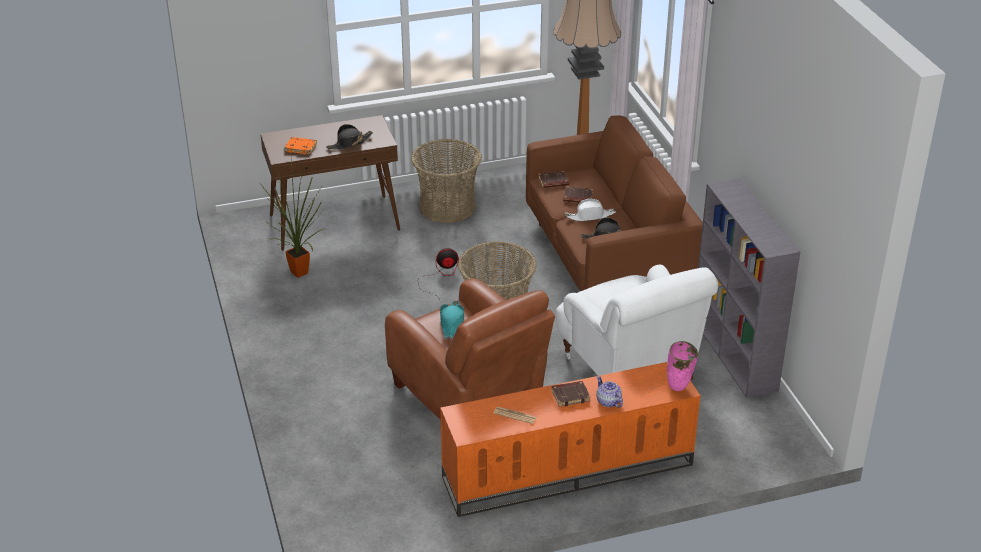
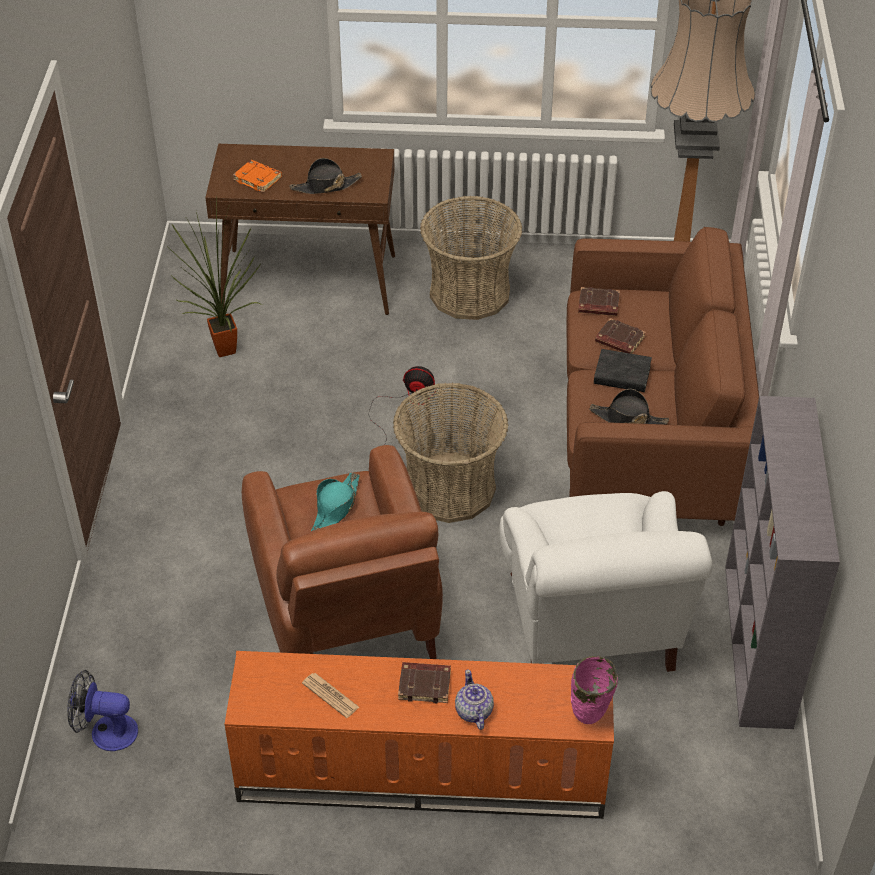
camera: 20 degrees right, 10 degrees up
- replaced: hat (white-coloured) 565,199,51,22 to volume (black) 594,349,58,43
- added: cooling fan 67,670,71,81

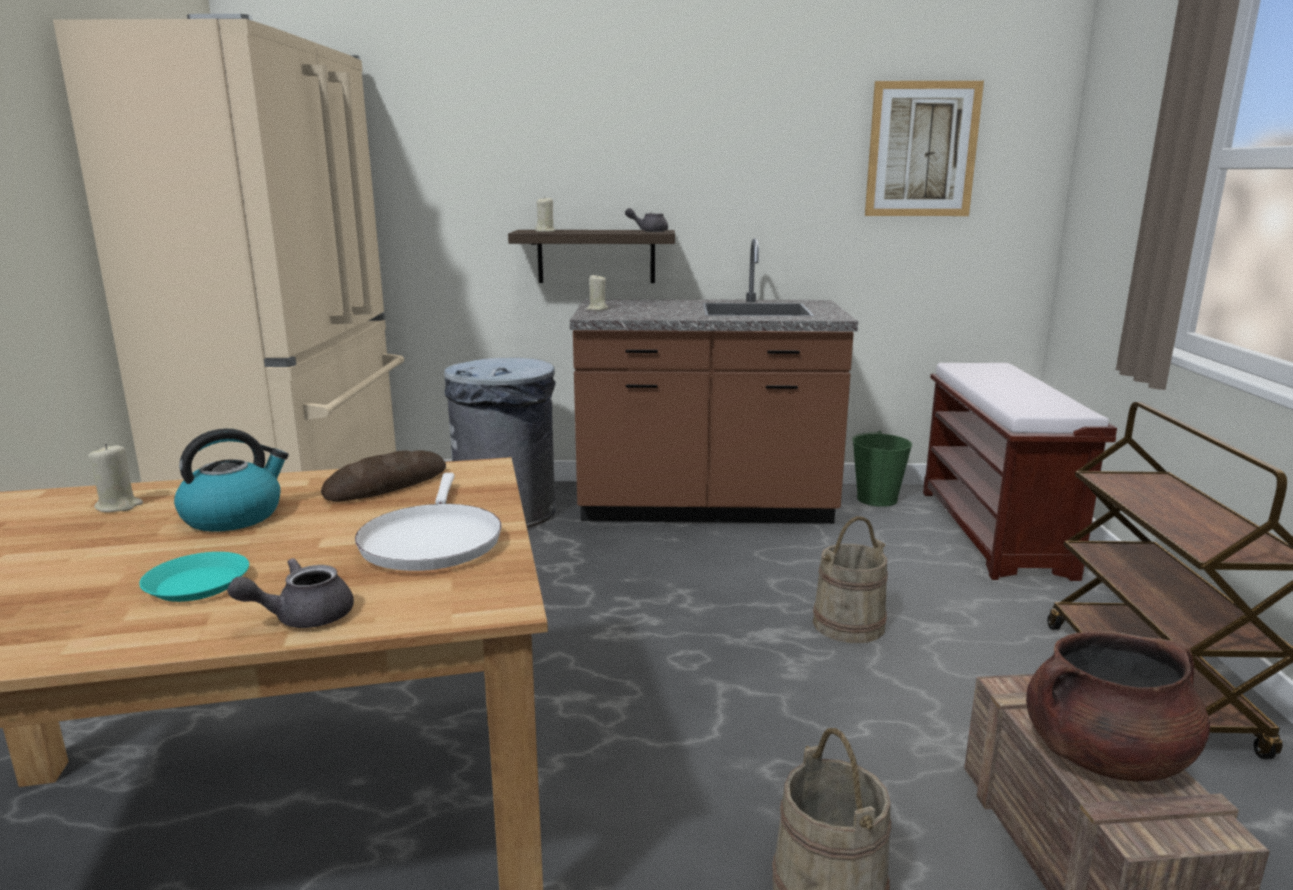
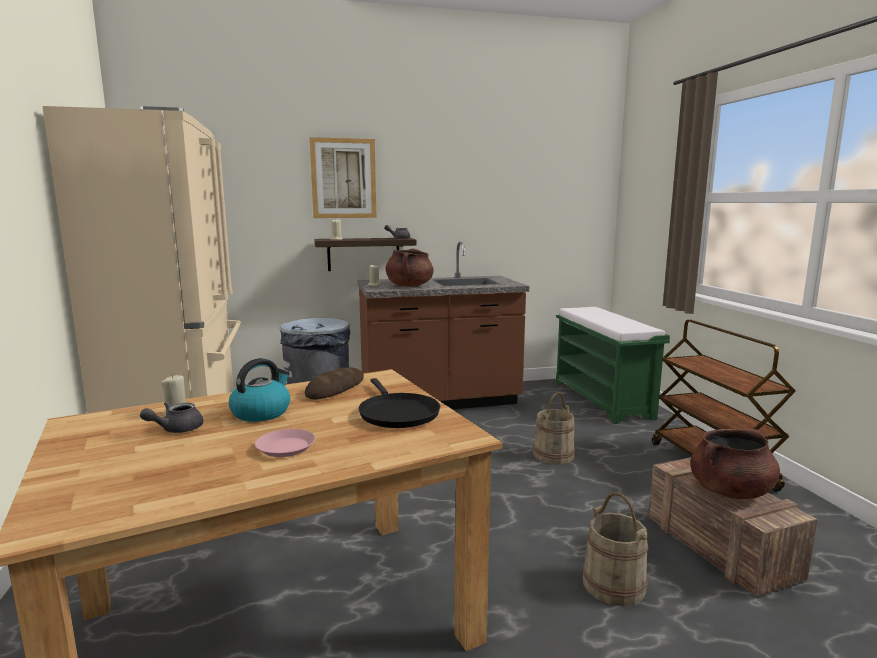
camera: 15 degrees left, 5 degrees down
- recoloured: flat dish (turquoise-coloured) 139,552,110,50 to flat dish (pinkish) 255,429,60,28
- moved: pot for tea (gray) 227,558,127,70 to 140,402,63,31
- recoloured: pan (white-coloured) 355,473,147,98 to pan (black) 358,378,82,50
- removed: bucket (green-coloured) 852,431,60,76
- moved: wall art 865,81,119,135 to 310,137,66,81
- recoloured: indoor bench (brown-coloured) 923,363,194,218 to indoor bench (green-coloured) 556,307,114,117
- added: cooking pot (brown-coloured) 386,249,47,38

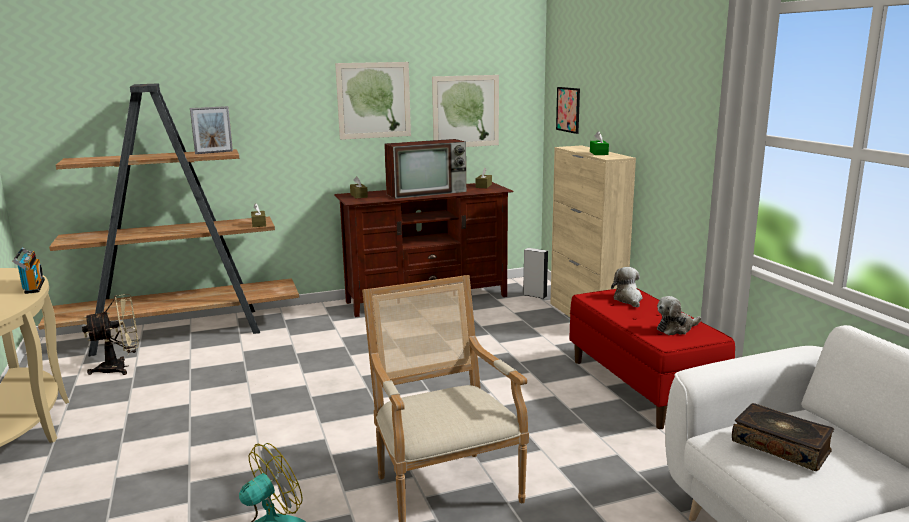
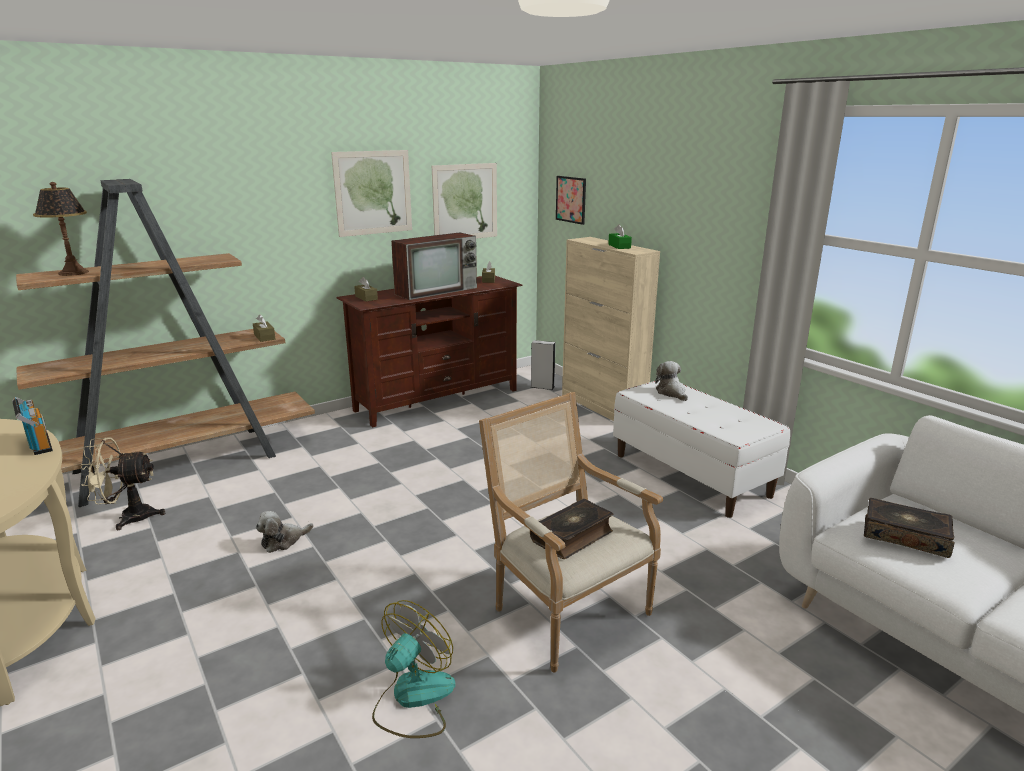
camera: 15 degrees left, 5 degrees up
- turned: cooling fan (sand-coloured) 82,294,57,81 = 80,438,85,92 150 degrees counterclockwise
- removed: standing frame 190,106,43,48
- recoloured: indoor bench (red) 569,289,166,140 to indoor bench (white-coloured) 613,380,177,138
- moved: cuddly toy 657,296,44,39 to 256,511,58,42
- added: table lamp 33,182,56,94
- added: volume 530,499,83,60

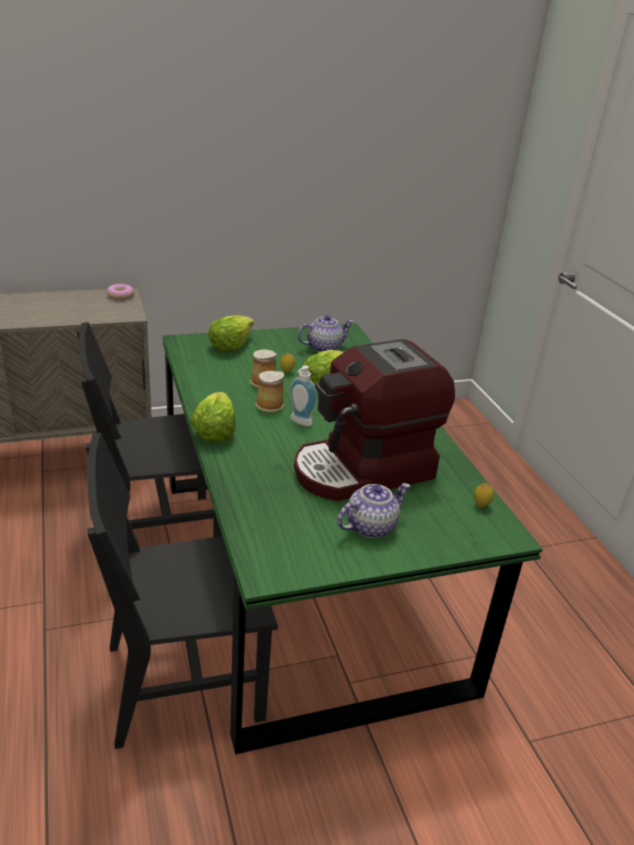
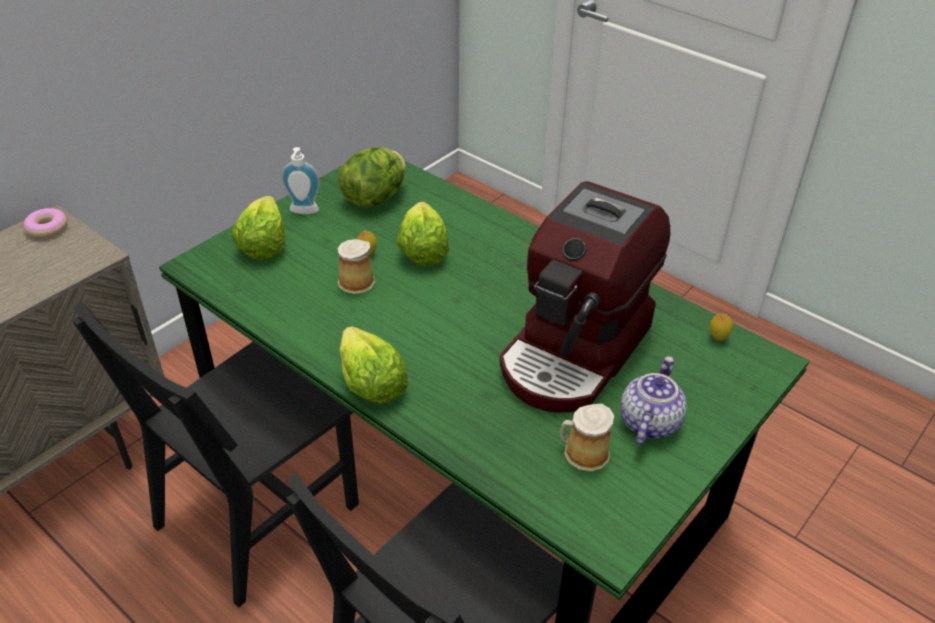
camera: 30 degrees left, 10 degrees up
- moved: coffee mug 255,371,29,42 to 560,403,54,68
- moved: soap bottle 290,365,27,61 to 281,147,39,67
- replaced: pot for tea 297,315,57,37 to lettuce 338,147,68,61

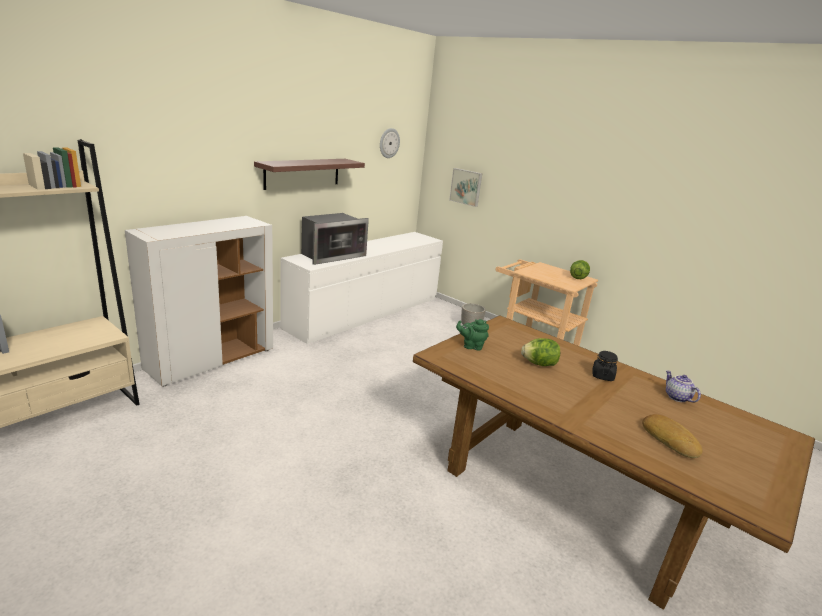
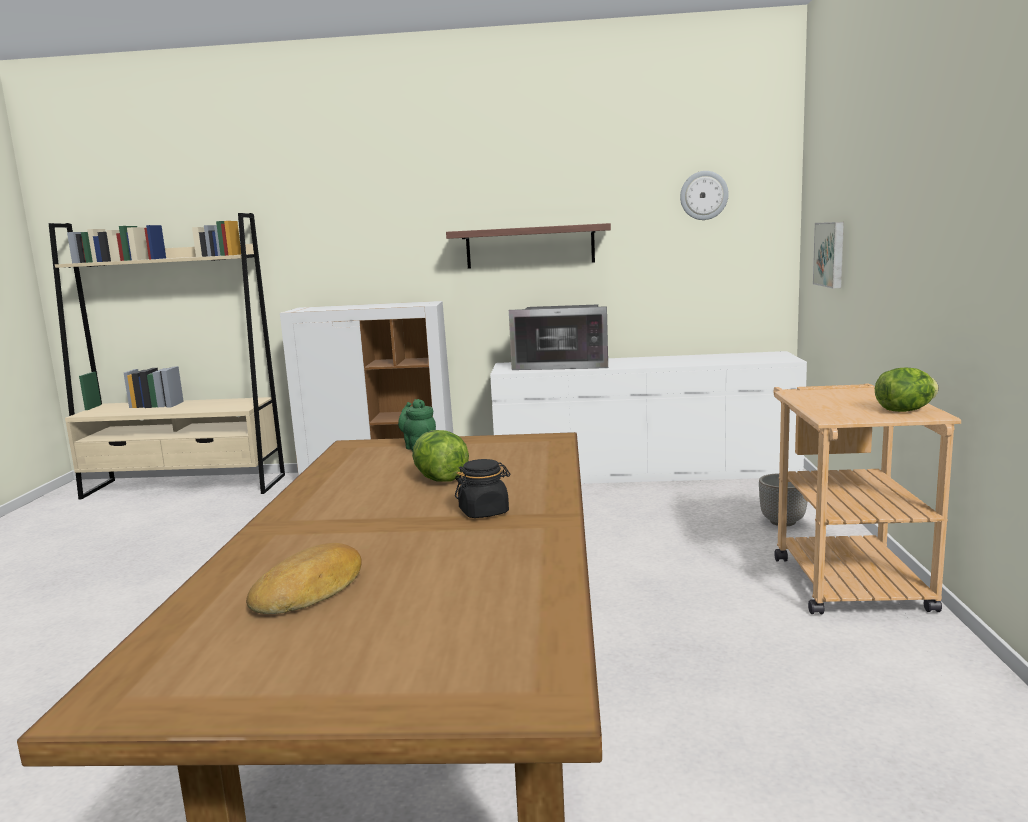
camera: 55 degrees right, 10 degrees down
- removed: pot for tea 666,370,35,33

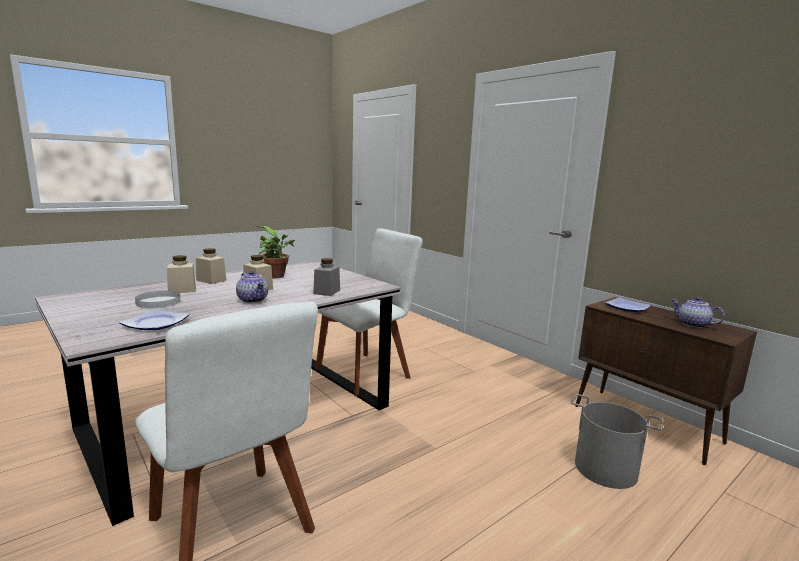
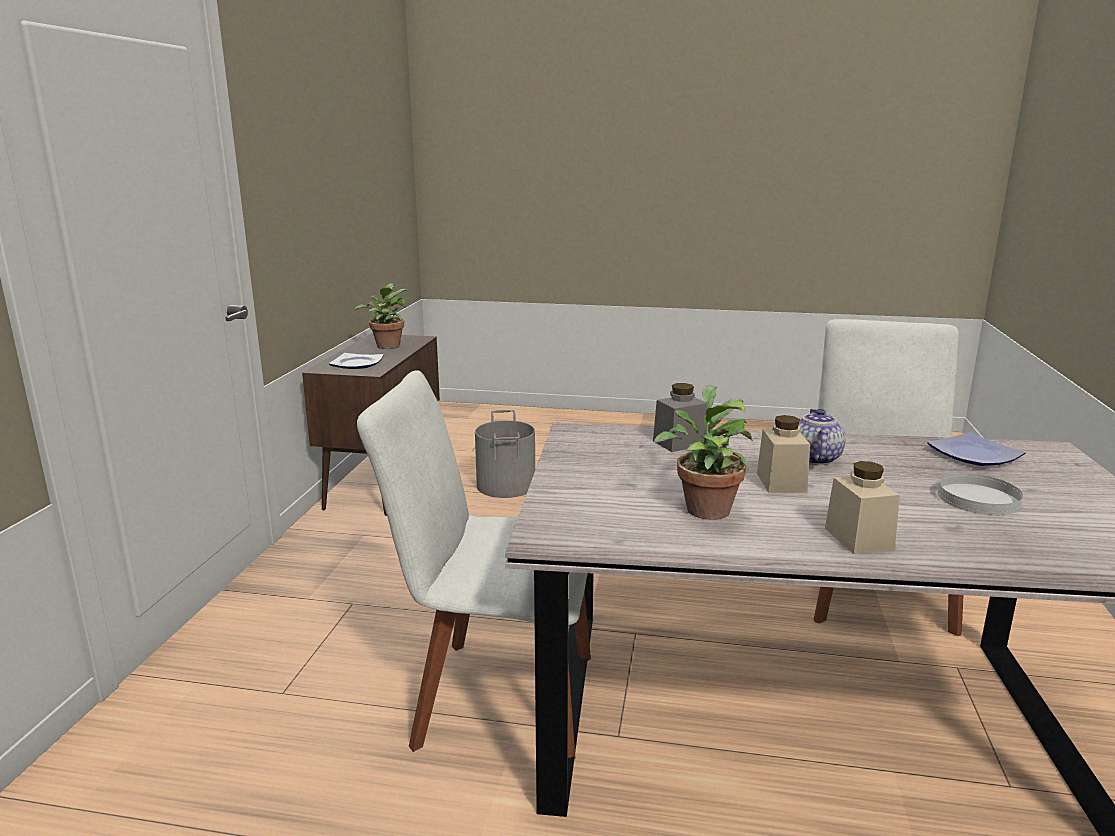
camera: 130 degrees left, 5 degrees up
- removed: preserve jar (sand-coloured) 167,255,29,38
- replaced: pot for tea 671,297,54,31 to potted plant 355,283,52,66

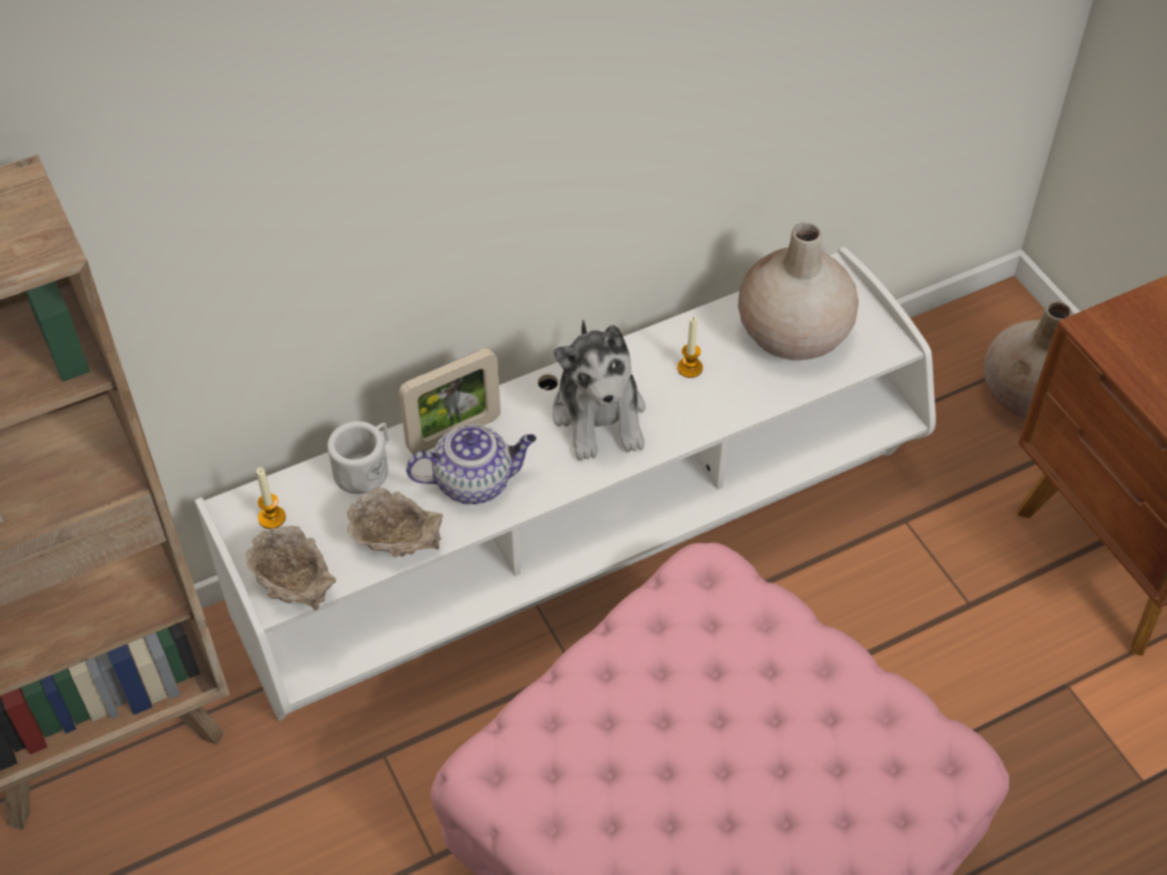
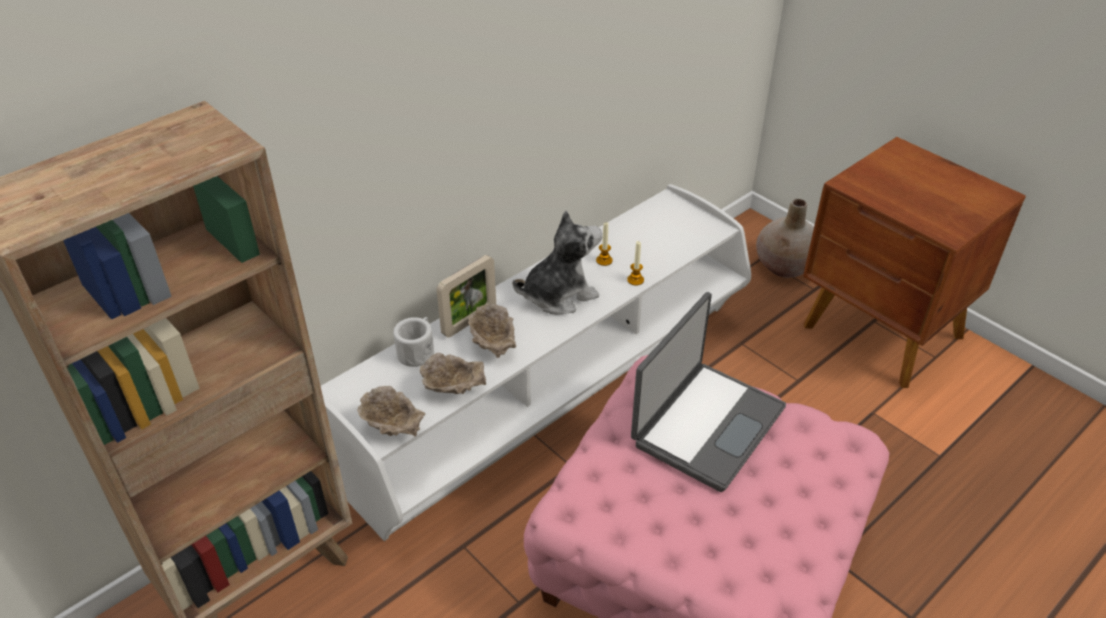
camera: 15 degrees left, 10 degrees down
- moved: wax candle 256,468,30,61 to 627,241,17,45
- replaced: pot for tea 406,424,130,80 to serving bowl (sand-coloured) 468,304,48,54
- turned: cuddly toy 552,319,94,142 = 513,211,89,104 90 degrees counterclockwise
- removed: vase (sand-coloured) 738,223,121,137
- added: portable computer 631,292,155,200

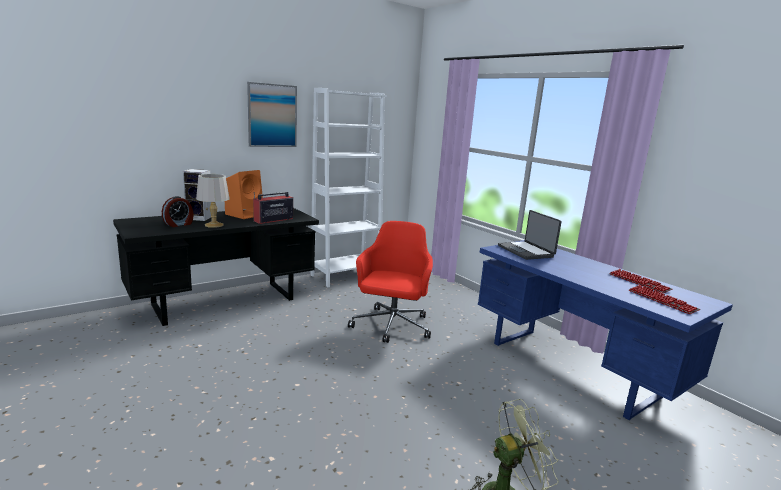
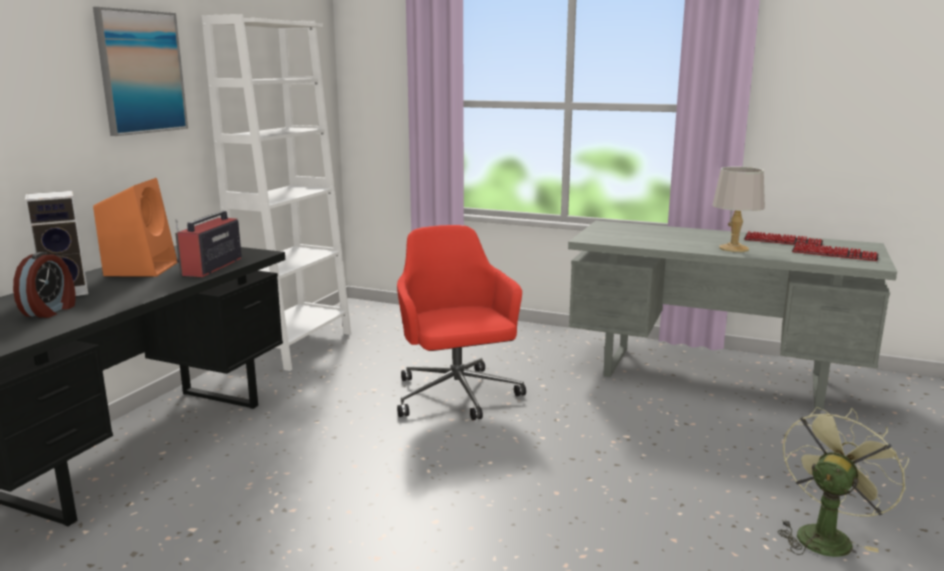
camera: 30 degrees left, 0 degrees up
- moved: table lamp (gray) 196,174,34,54 to 712,167,53,85
- recoloured: desk (blue-coloured) 478,240,255,180 to desk (gray) 568,221,329,190
- removed: portable computer 498,210,64,50

